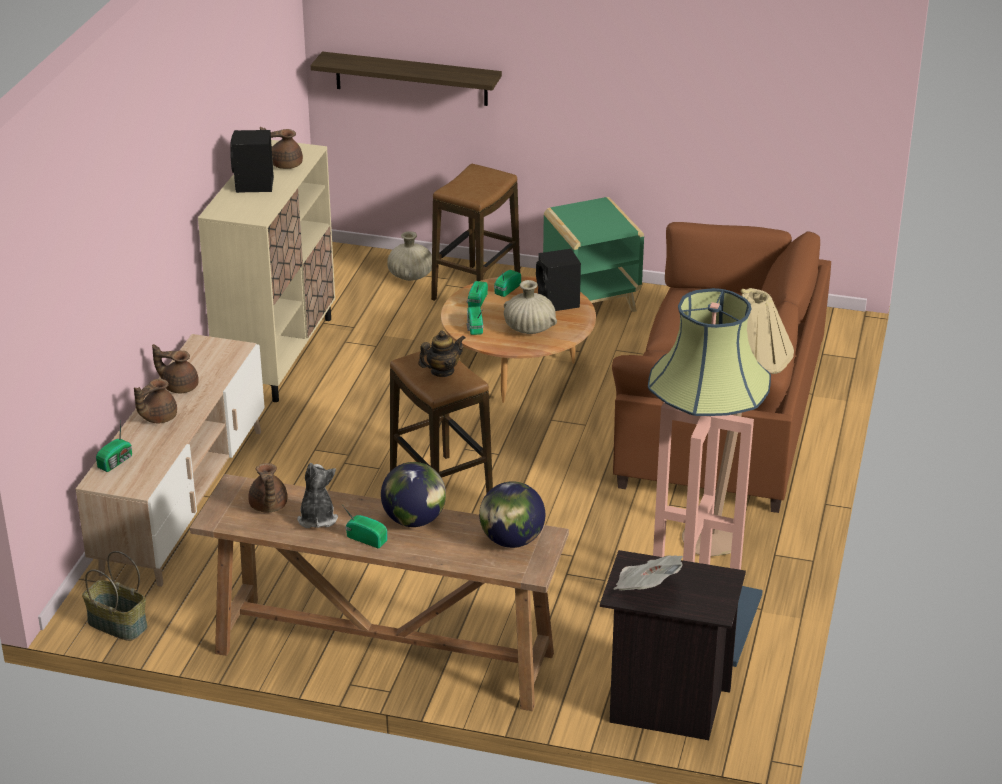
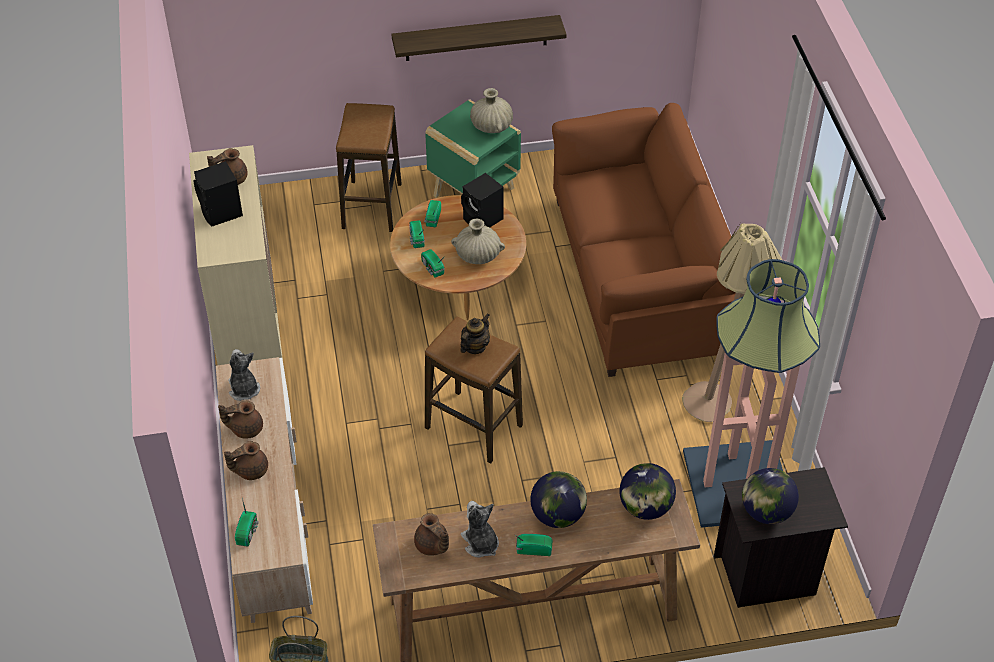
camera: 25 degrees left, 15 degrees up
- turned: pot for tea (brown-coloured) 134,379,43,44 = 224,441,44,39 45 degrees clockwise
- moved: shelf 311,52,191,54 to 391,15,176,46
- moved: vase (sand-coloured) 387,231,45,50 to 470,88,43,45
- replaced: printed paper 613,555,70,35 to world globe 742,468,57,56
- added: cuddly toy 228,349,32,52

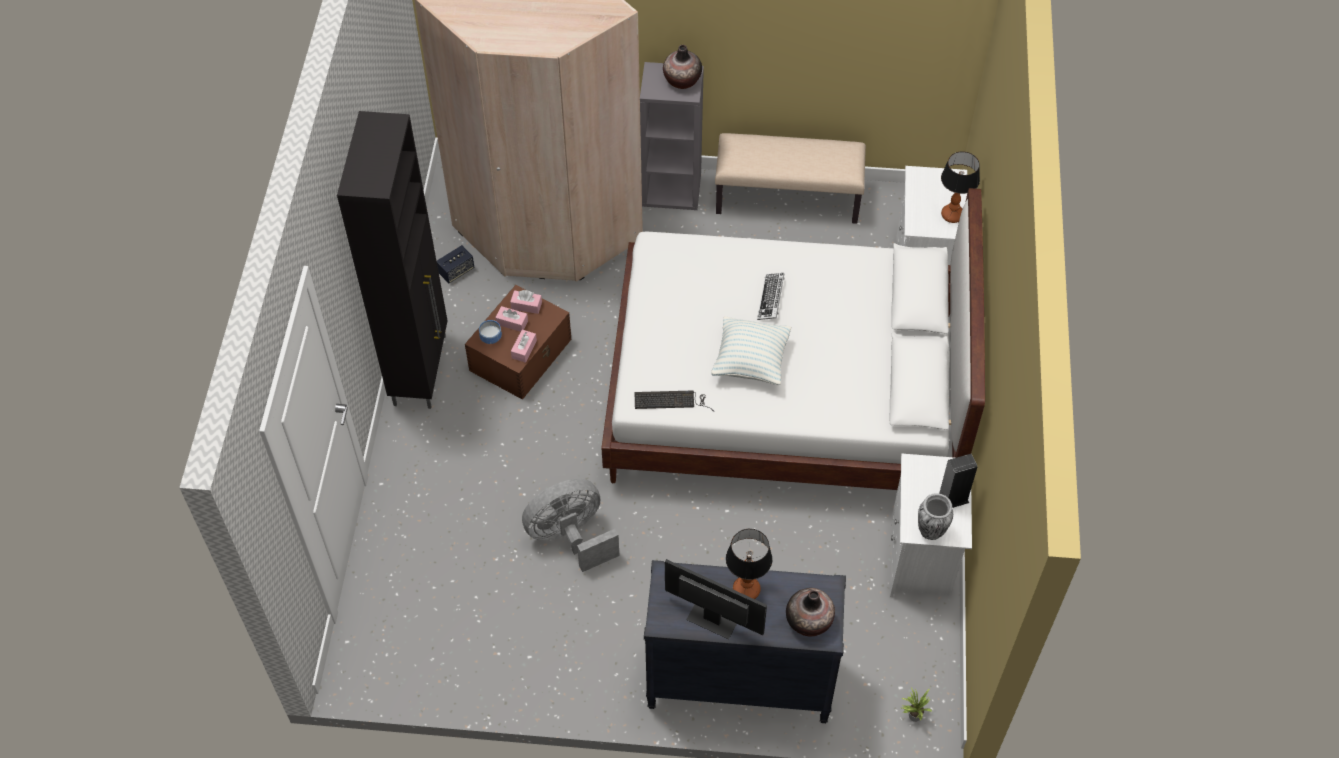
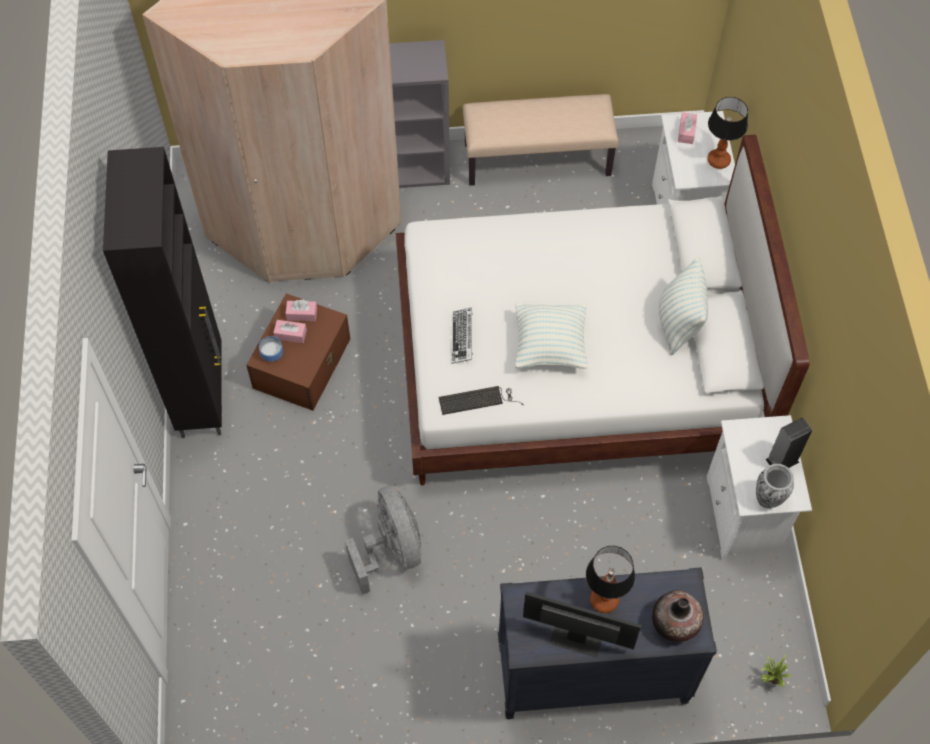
camera: 10 degrees left, 5 degrees up
- removed: speaker 437,245,37,38
- moved: box of tissues (pinkish) 511,330,26,33 to 678,112,19,32
- turned: cooling fan (gray) 522,479,98,93 = 345,486,77,109 105 degrees clockwise
- removed: vase 663,45,39,44
- moved: computer keyboard 757,273,27,47 to 452,308,21,56
- added: pillow 659,257,49,98

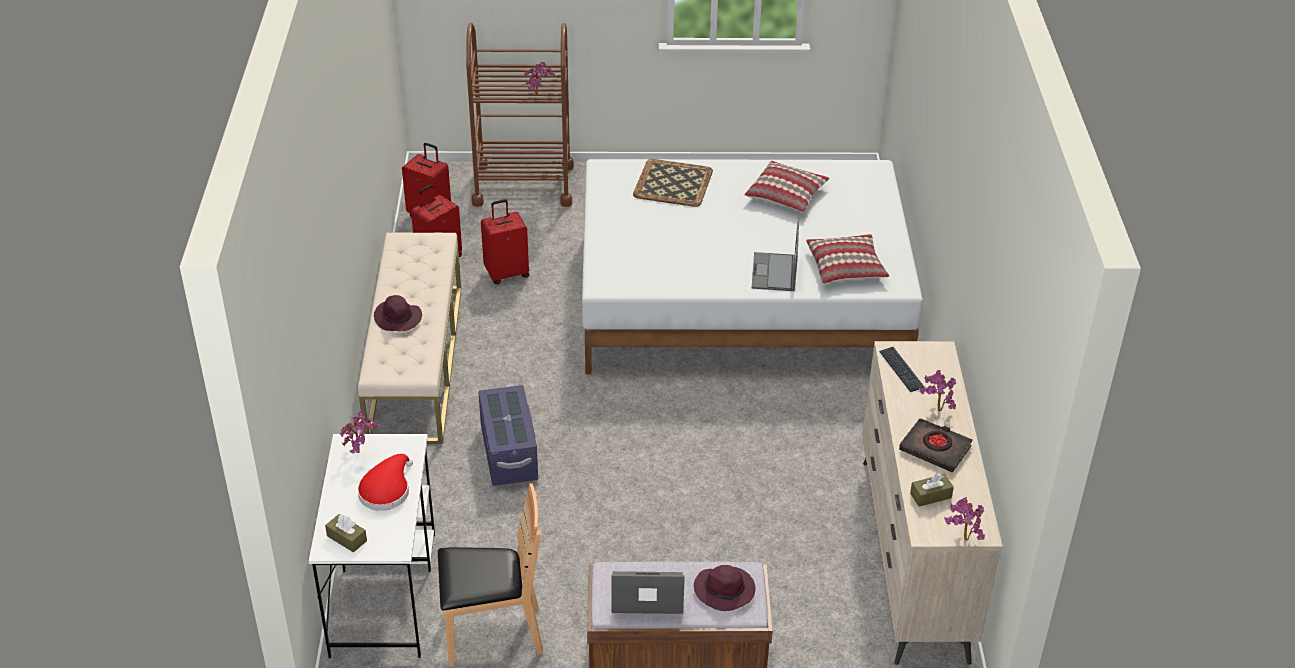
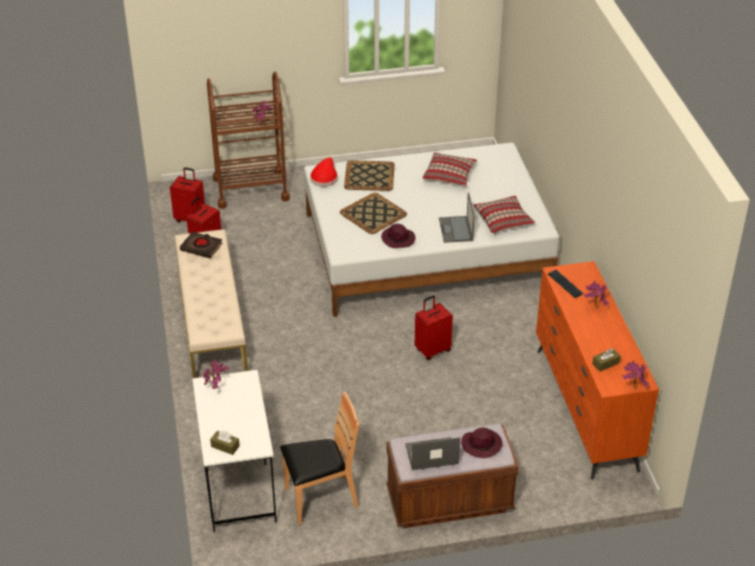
camera: 10 degrees left, 0 degrees up
- moved: hat (red) 358,454,55,57 to 310,157,28,30
- moved: hat (purple) 374,295,48,36 to 381,224,35,24
- removed: storage container (purple) 478,385,60,101
- moved: suitcase (red) 481,199,48,85 to 415,296,38,64
- recoloured: drawer chest (sand-coloured) 862,341,141,324 to drawer chest (orange-coloured) 536,261,123,218
- moved: volume (black) 899,418,74,55 to 180,232,42,26
- added: tray 340,193,67,41

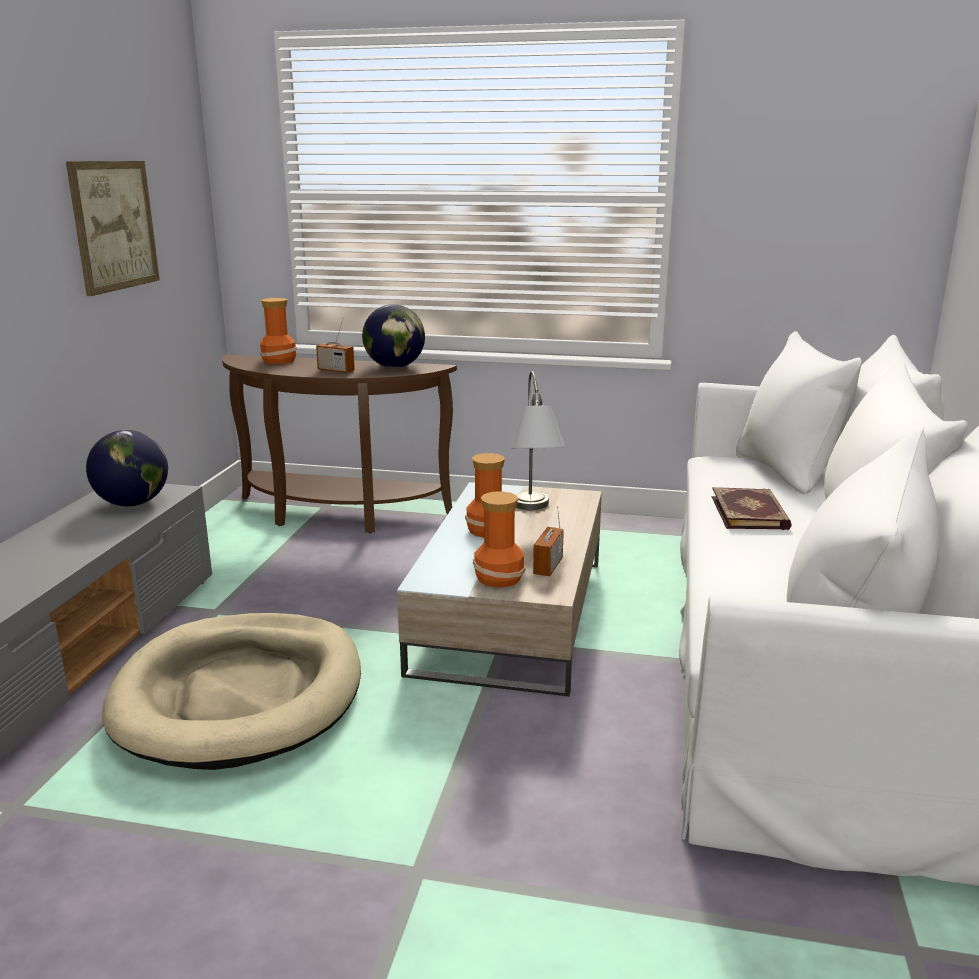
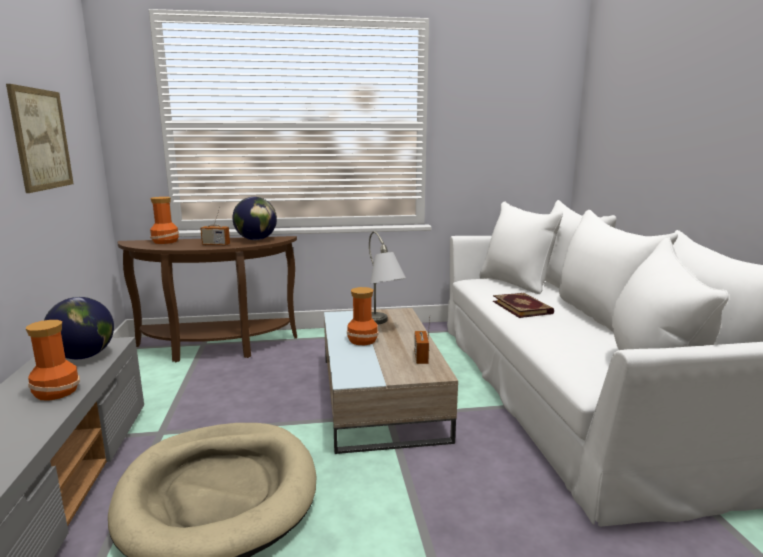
camera: 20 degrees left, 5 degrees down
- moved: vase 473,491,53,96 to 26,320,53,81

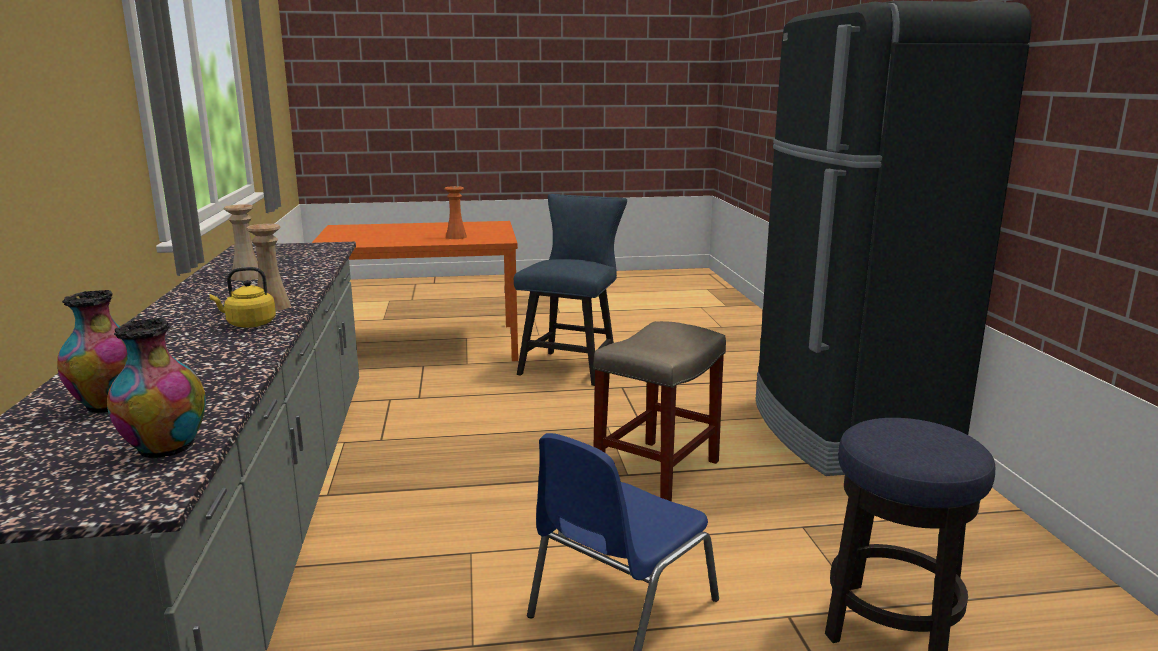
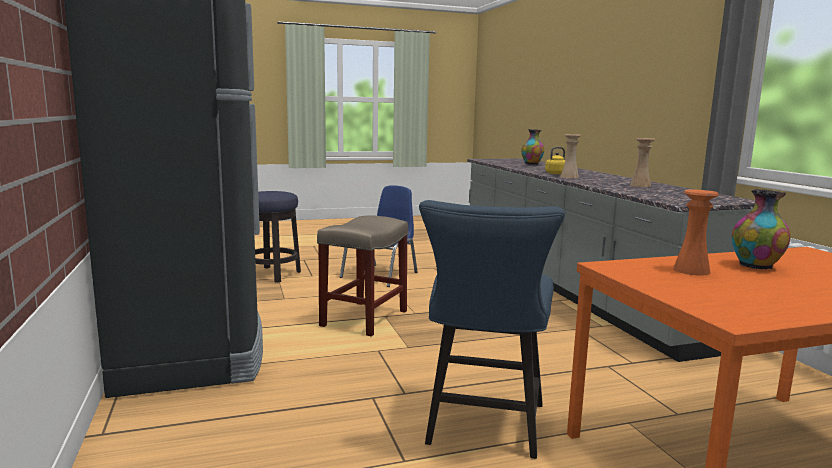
camera: 170 degrees right, 5 degrees down
- moved: vase 107,318,99,141 to 732,189,59,81

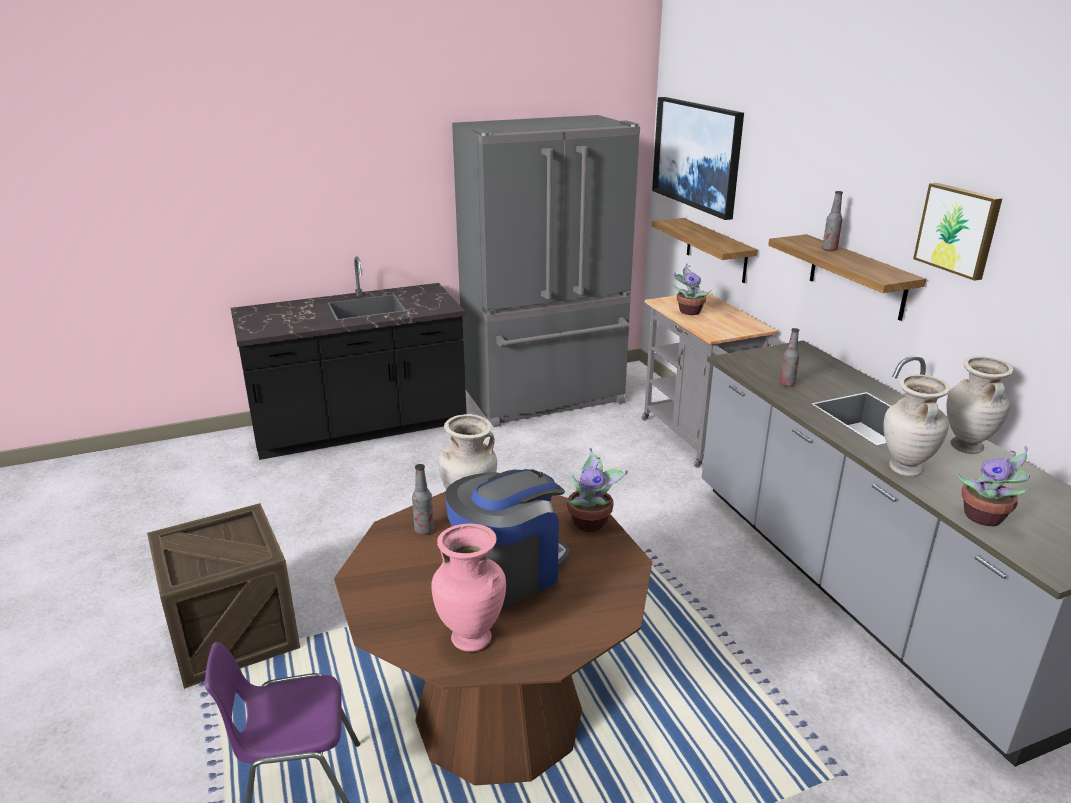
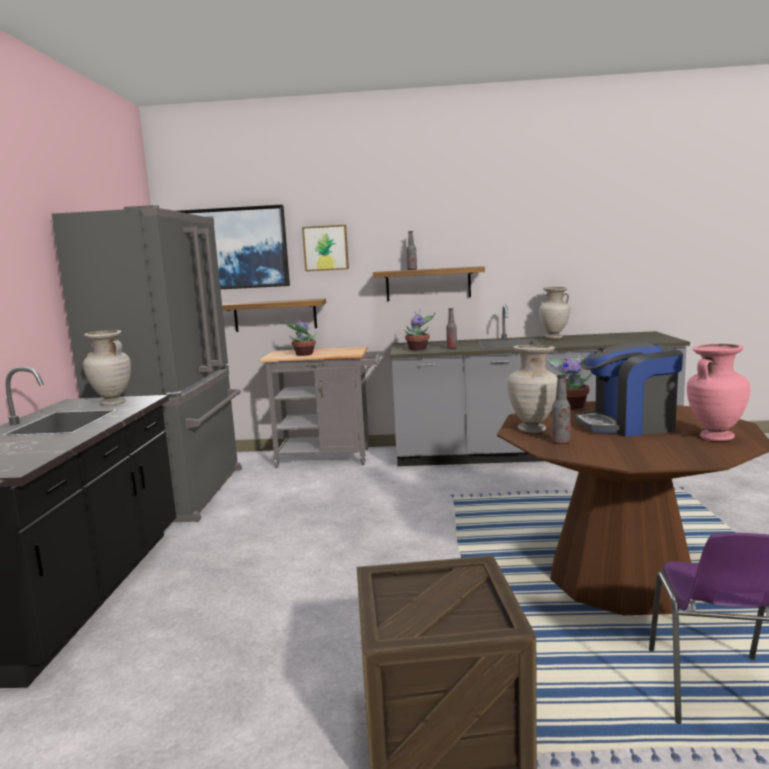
camera: 65 degrees left, 15 degrees down
- turned: coffee machine 445,469,125,137 = 575,342,108,95 75 degrees counterclockwise
- moved: vase (sand-coloured) 884,374,66,103 to 83,330,48,76
- moved: wall art 913,183,89,98 to 302,225,47,46
- moved: potted plant 957,446,73,80 to 405,309,30,41

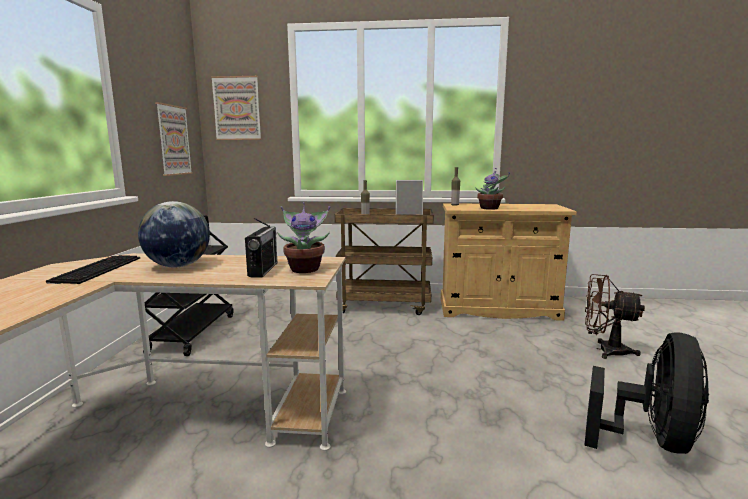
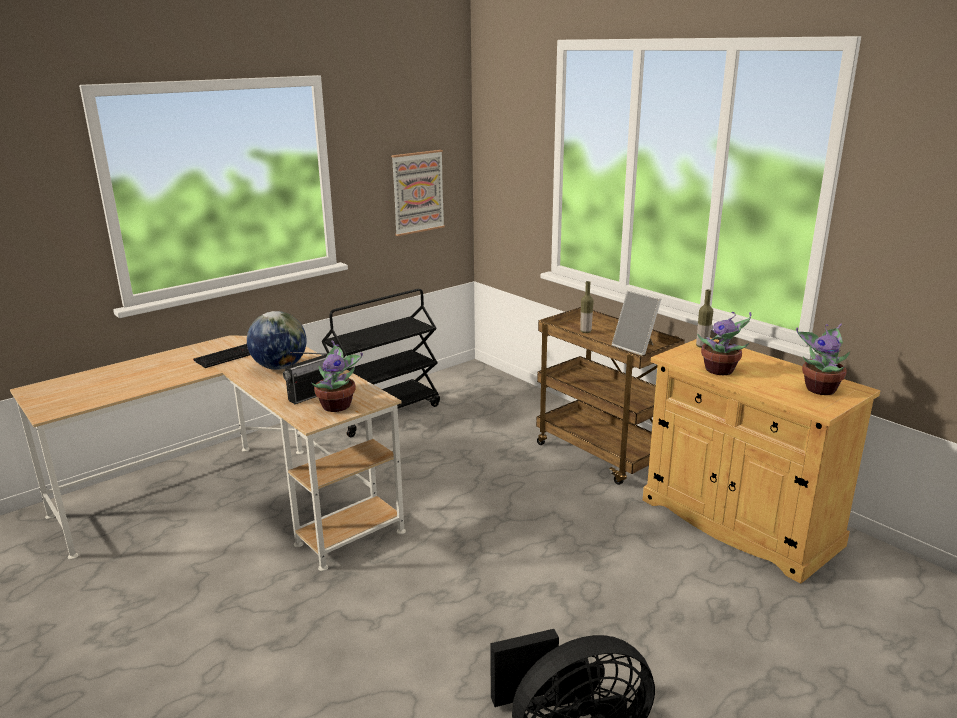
camera: 45 degrees right, 10 degrees up
- removed: wall art 211,76,50,64
- removed: cooling fan (brown-coloured) 585,274,60,85
- added: potted plant 796,323,54,72

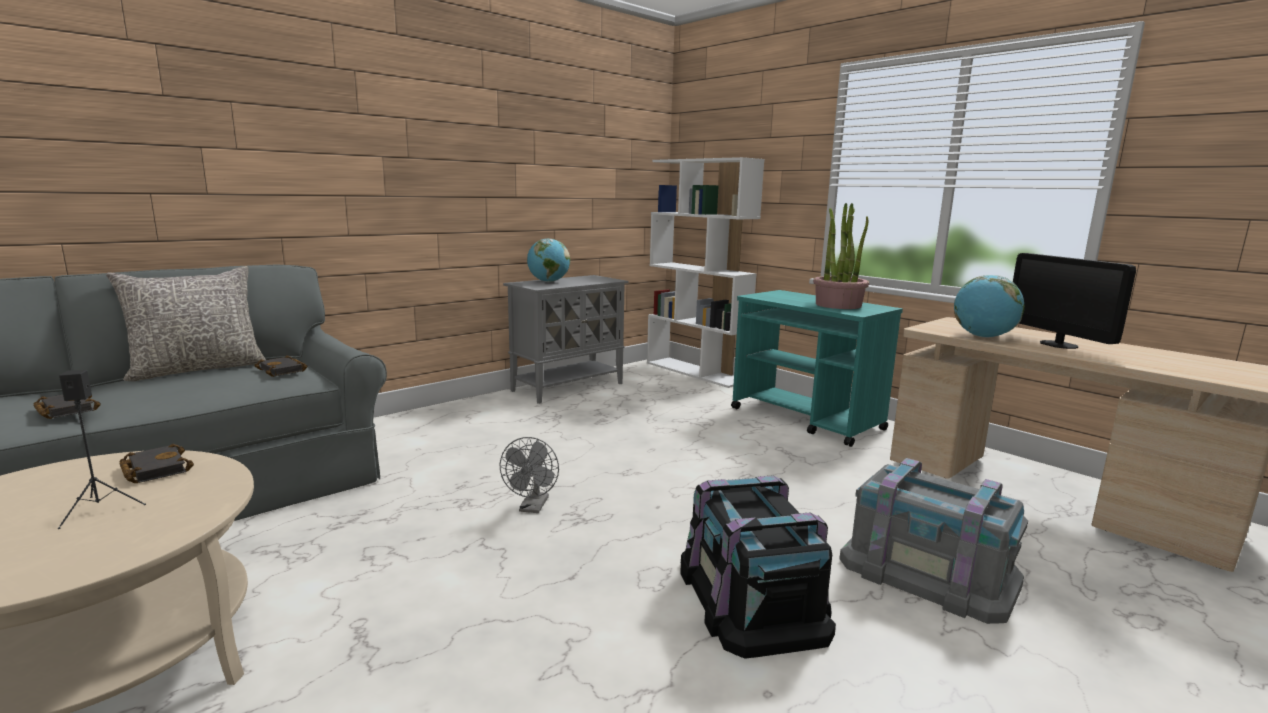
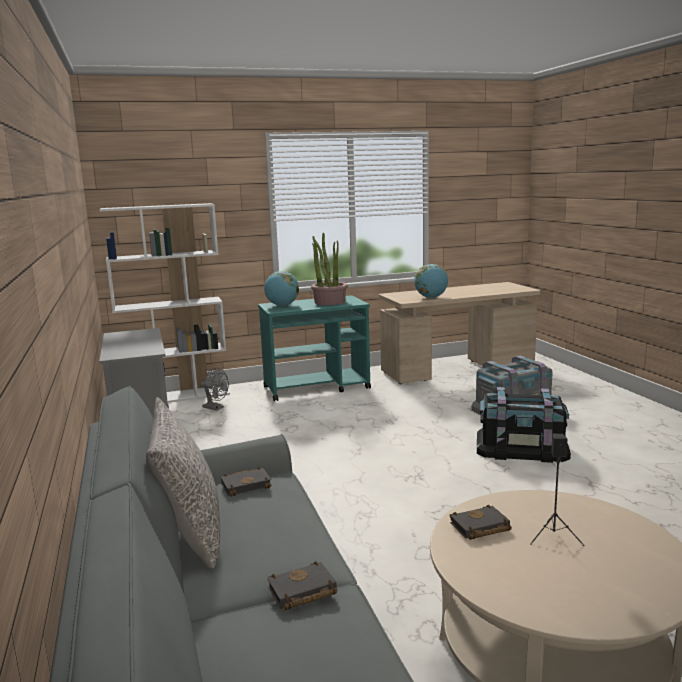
camera: 65 degrees left, 0 degrees up
- moved: cooling fan (gray) 500,437,59,76 to 200,368,29,43
- moved: world globe 527,239,43,43 to 264,271,35,35
- removed: computer display 1013,253,123,96

